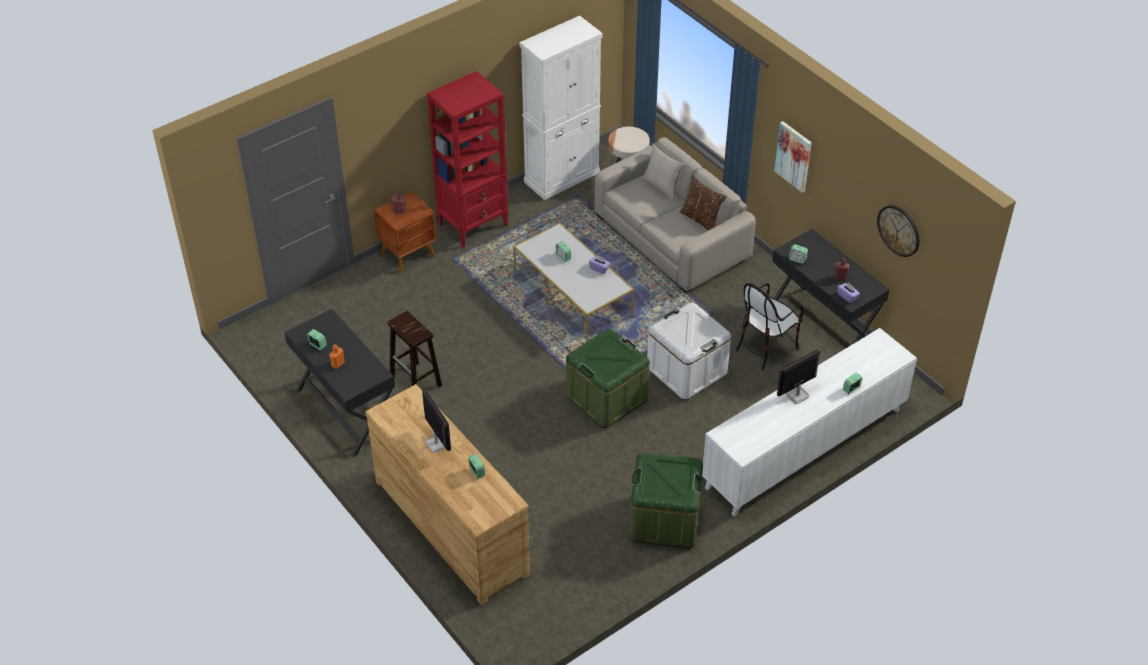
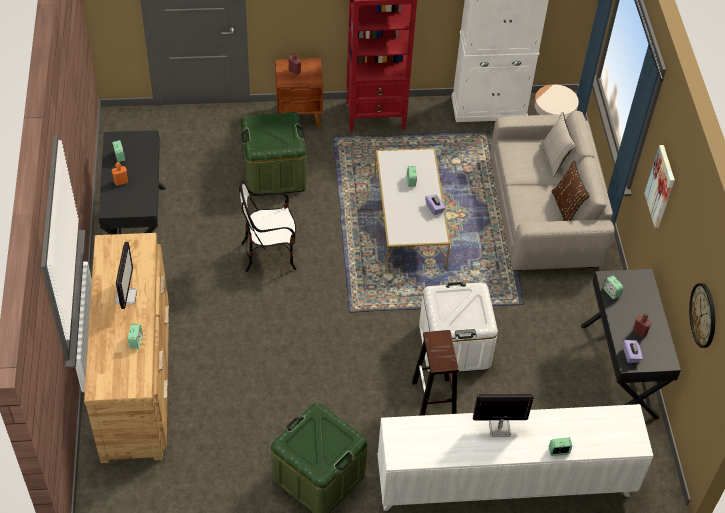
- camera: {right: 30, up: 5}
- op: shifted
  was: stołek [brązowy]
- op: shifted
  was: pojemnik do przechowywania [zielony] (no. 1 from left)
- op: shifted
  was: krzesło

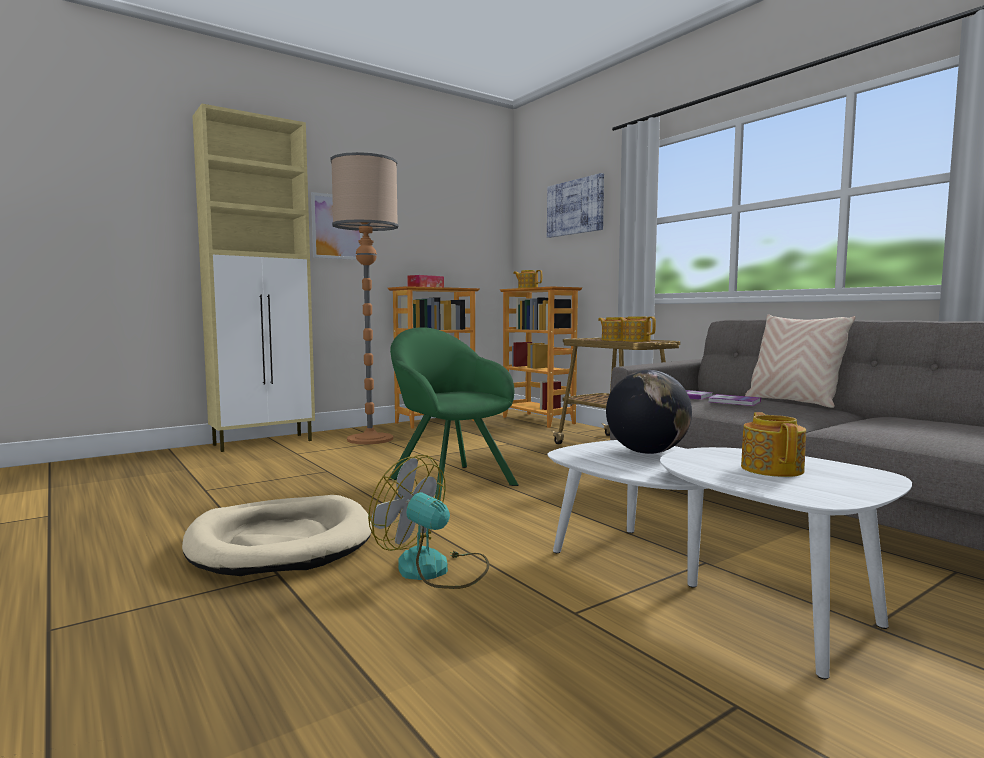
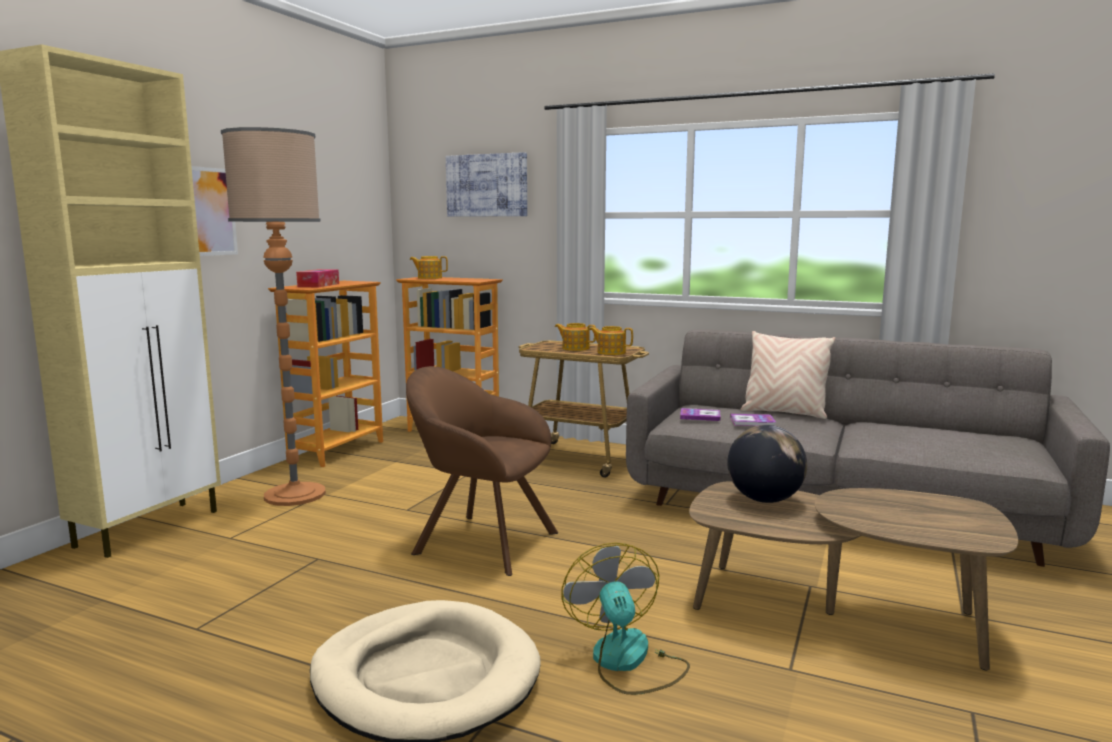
- camera: {right: -30, up: 5}
- op: rotated
  was: wentylator
  clockwise: 75
- op: repainted
  was: fotel [zielony]
  now: fotel [brązowy]
- op: repainted
  was: ława [biały]
  now: ława [brązowy]
- op: gone
  was: imbryk (no. 4 from left)

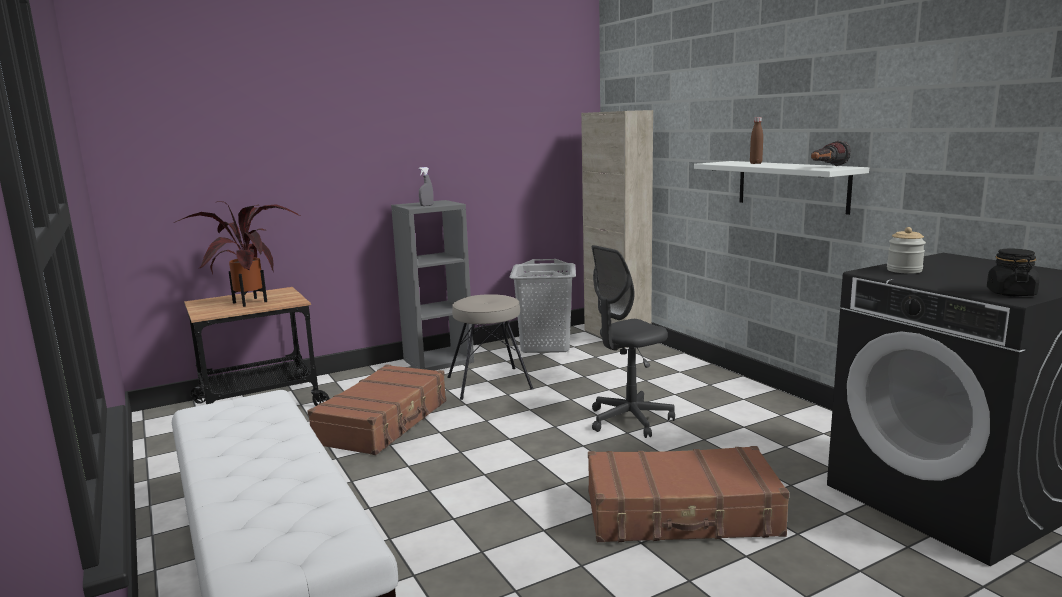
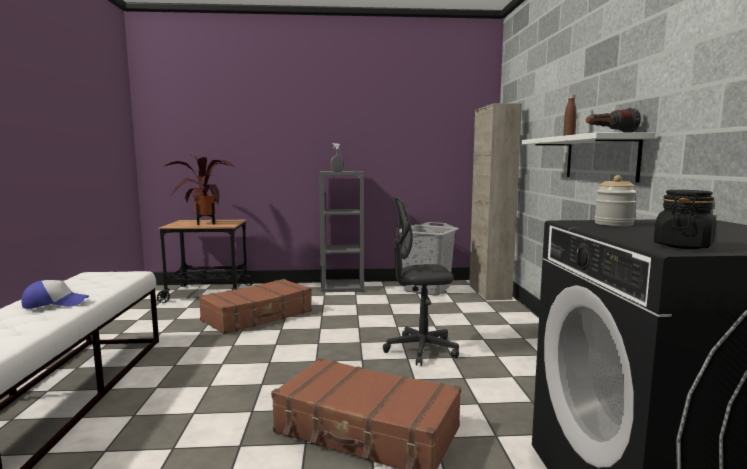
- camera: {right: 25, up: -5}
- op: gone
  was: stołek [beżowy]
- op: new
  now: czapka z daszkiem

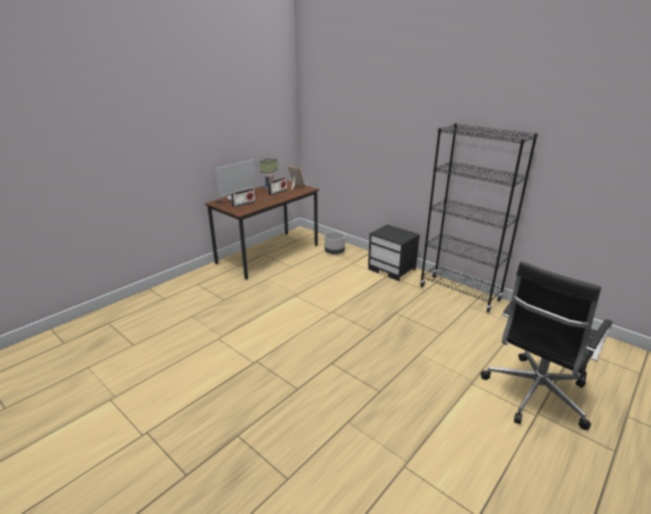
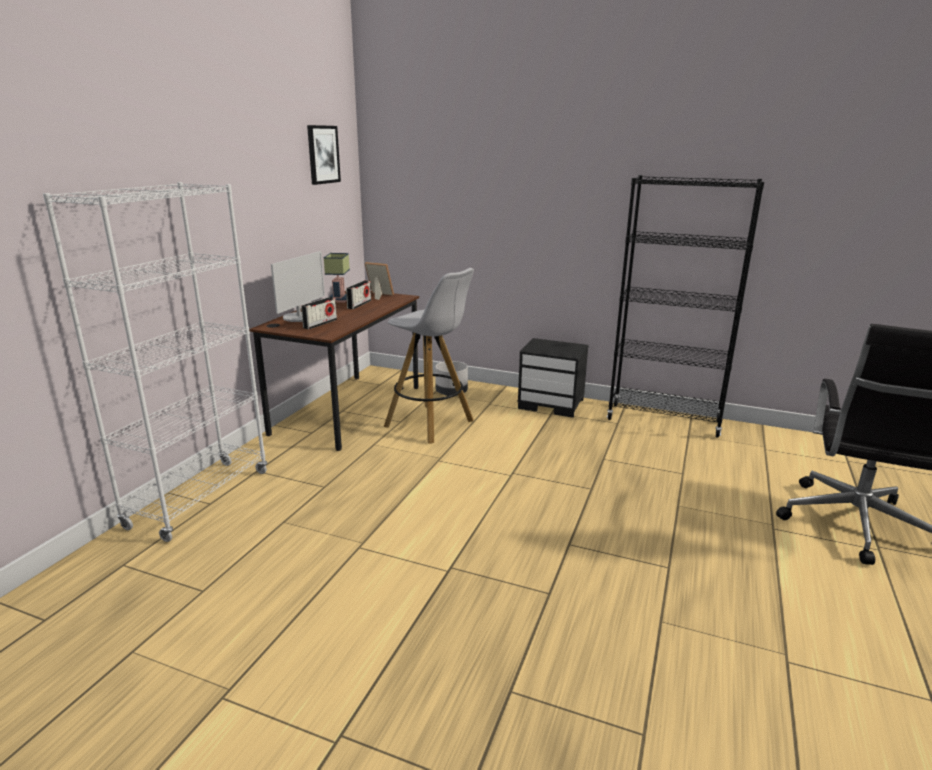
- camera: {right: -20, up: -5}
- op: new
  now: regał [biały]
- op: new
  now: obraz
- op: new
  now: stołek [biały]

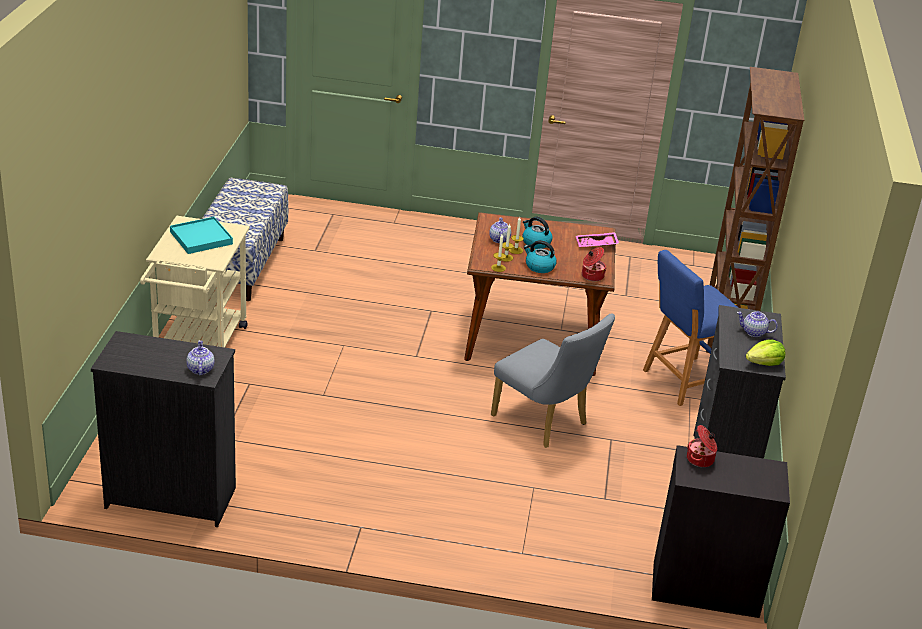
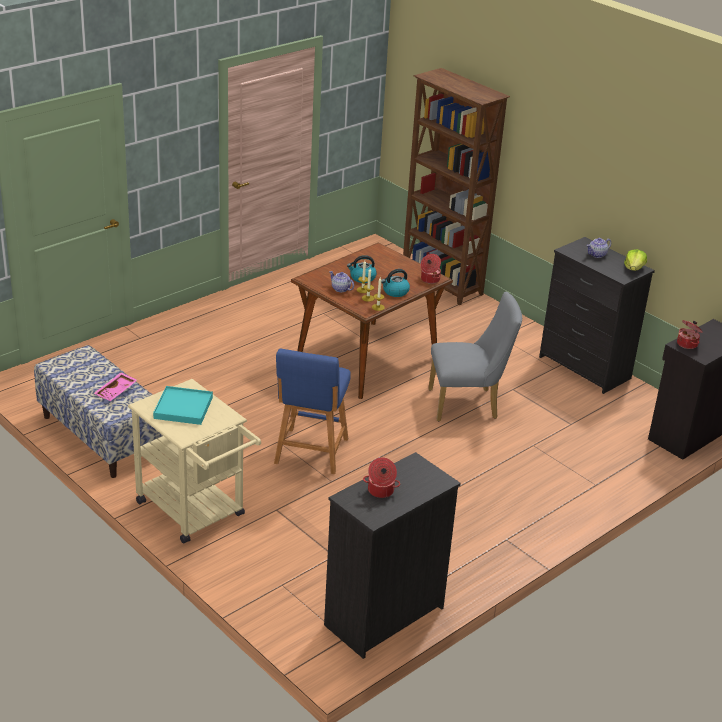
- camera: {right: -50, up: 0}
- op: gone
  was: imbryk (no. 1 from left)
- op: shifted
  was: taca [różowy]
- op: shifted
  was: stołek [niebieski]
- op: new
  now: garnek (no. 1 from left)

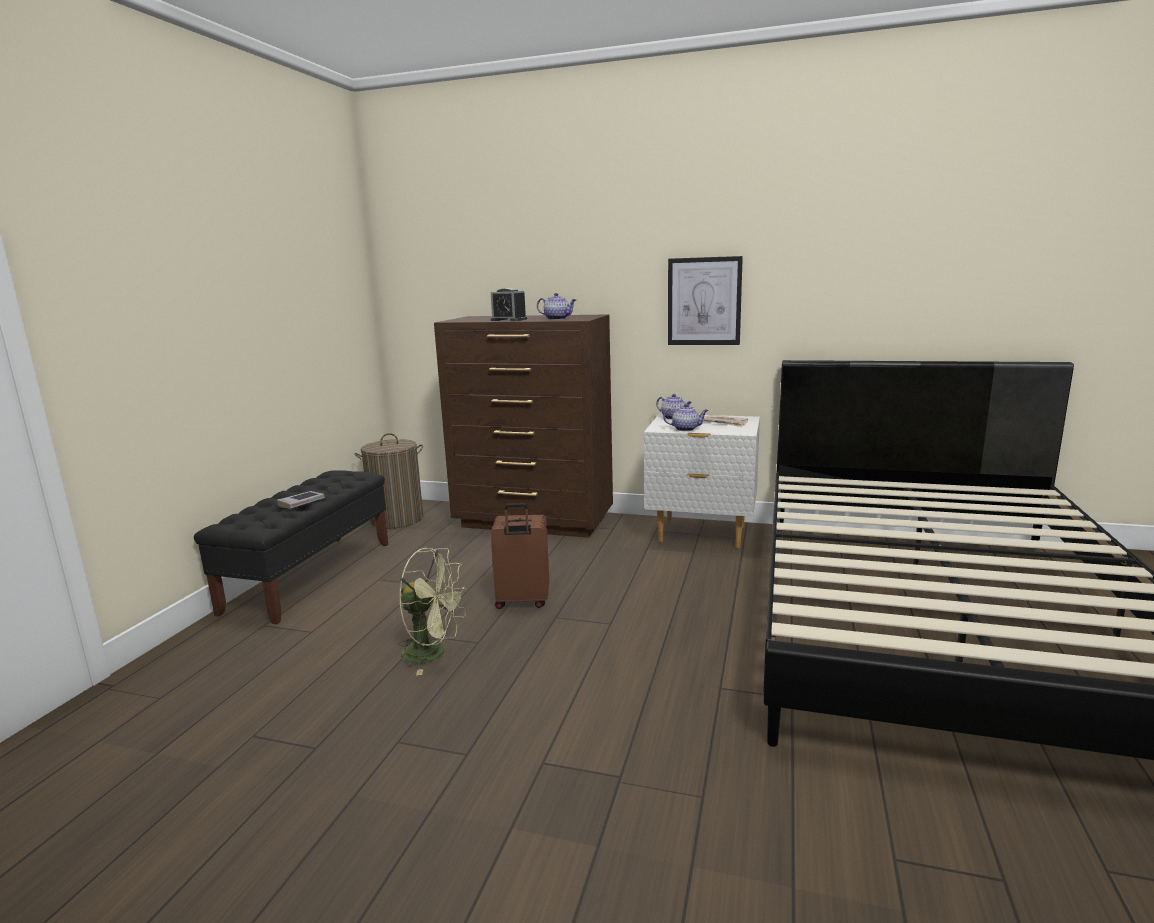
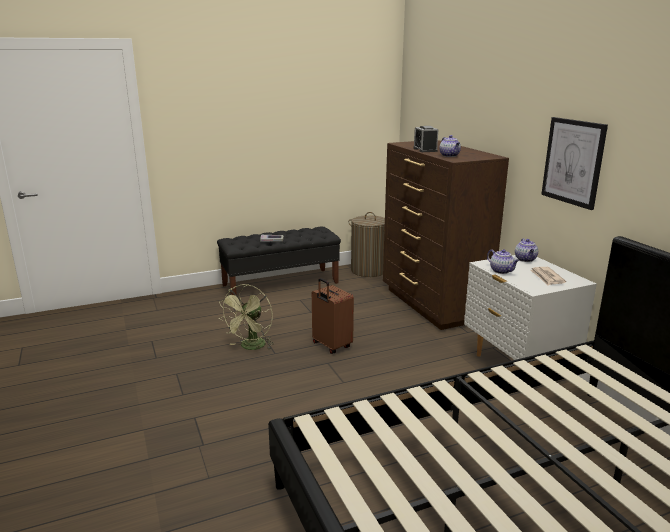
- camera: {right: 50, up: 5}
- op: rotated
  was: wentylator [zielony]
  clockwise: 45

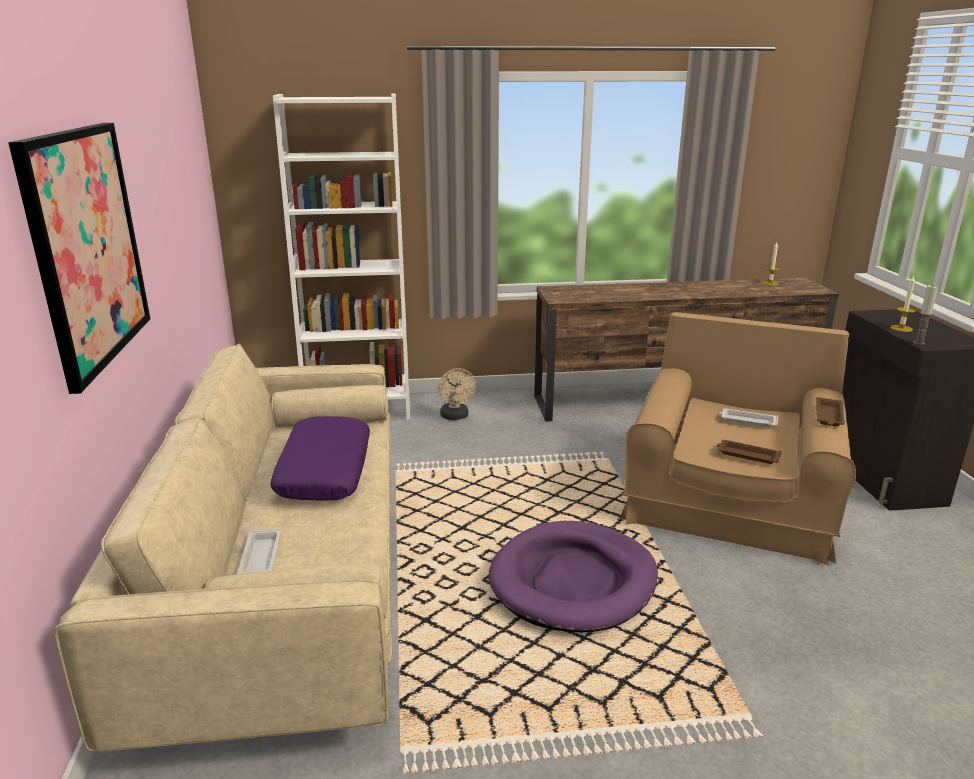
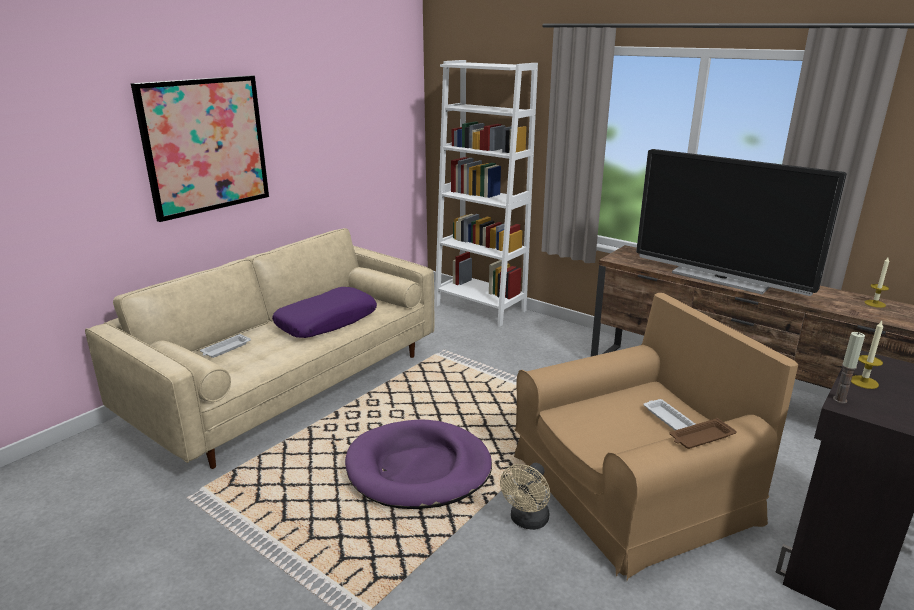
- camera: {right: 45, up: 0}
- op: shifted
  was: wentylator [beżowy]
- op: gone
  was: taca [brązowy] (no. 1 from left)
- op: new
  now: telewizor

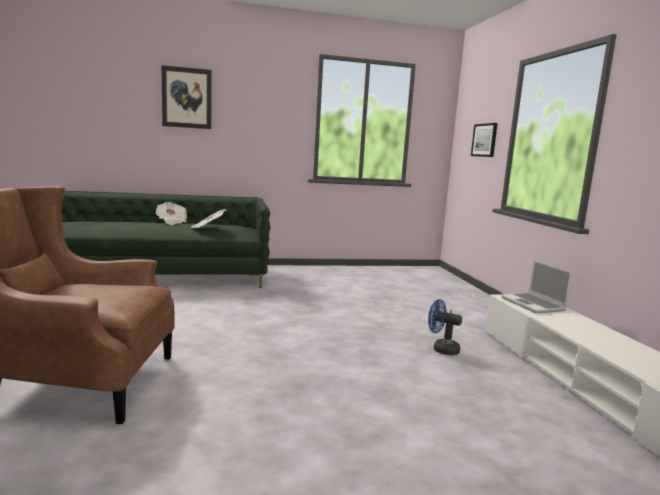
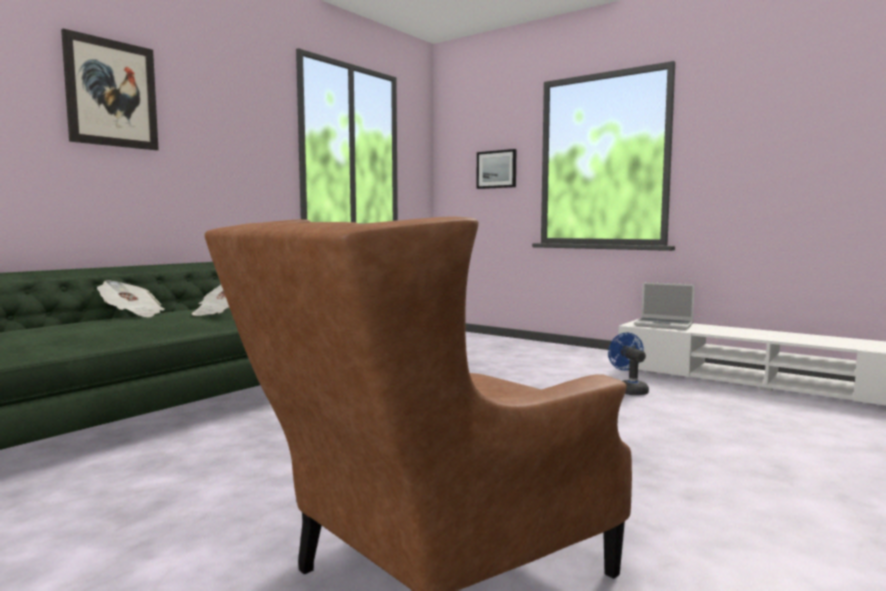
- camera: {right: -40, up: -5}
- op: rotated
  was: wentylator [niebieski]
  clockwise: 90

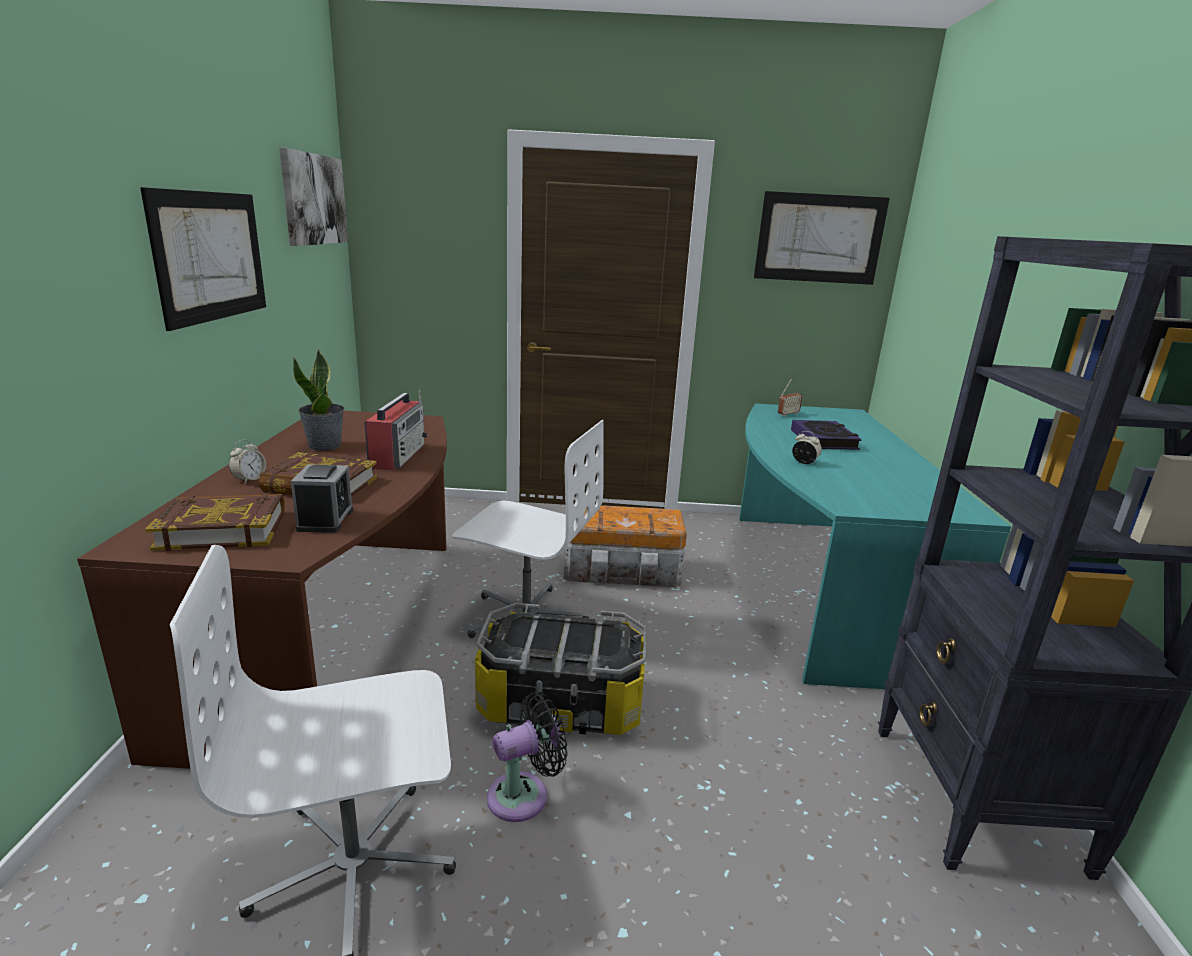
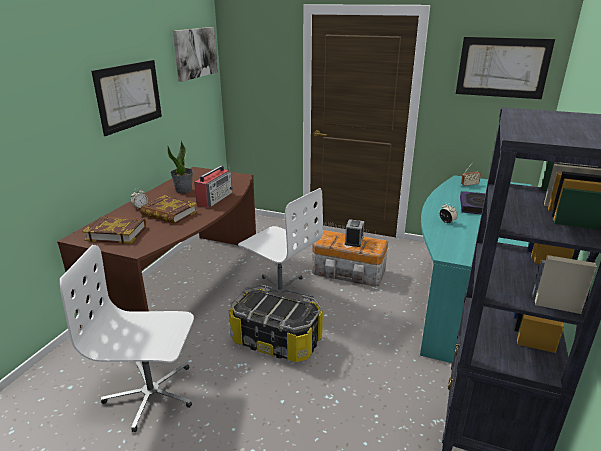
- camera: {right: 20, up: 5}
- op: shifted
  was: budzik (no. 2 from left)
- op: gone
  was: wentylator [czarny]

